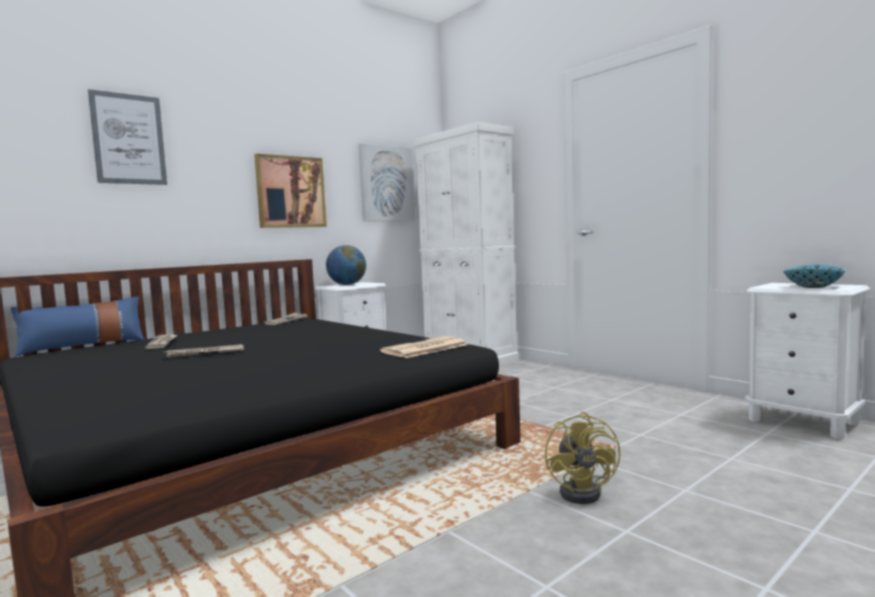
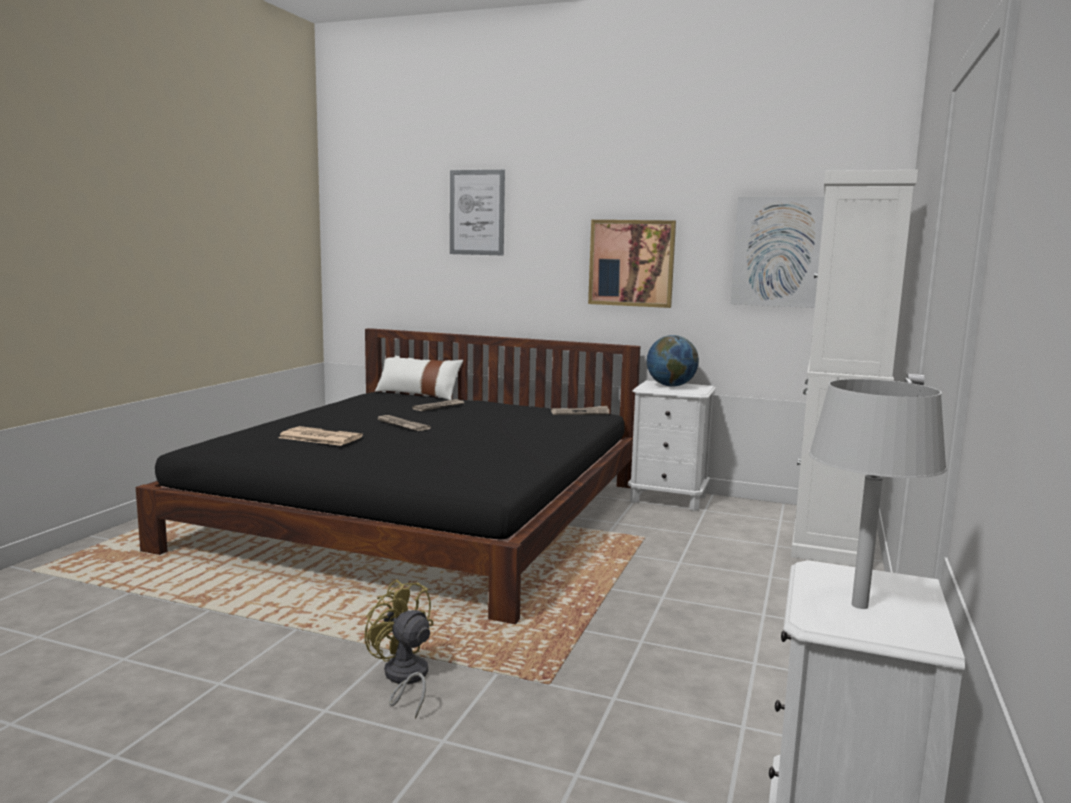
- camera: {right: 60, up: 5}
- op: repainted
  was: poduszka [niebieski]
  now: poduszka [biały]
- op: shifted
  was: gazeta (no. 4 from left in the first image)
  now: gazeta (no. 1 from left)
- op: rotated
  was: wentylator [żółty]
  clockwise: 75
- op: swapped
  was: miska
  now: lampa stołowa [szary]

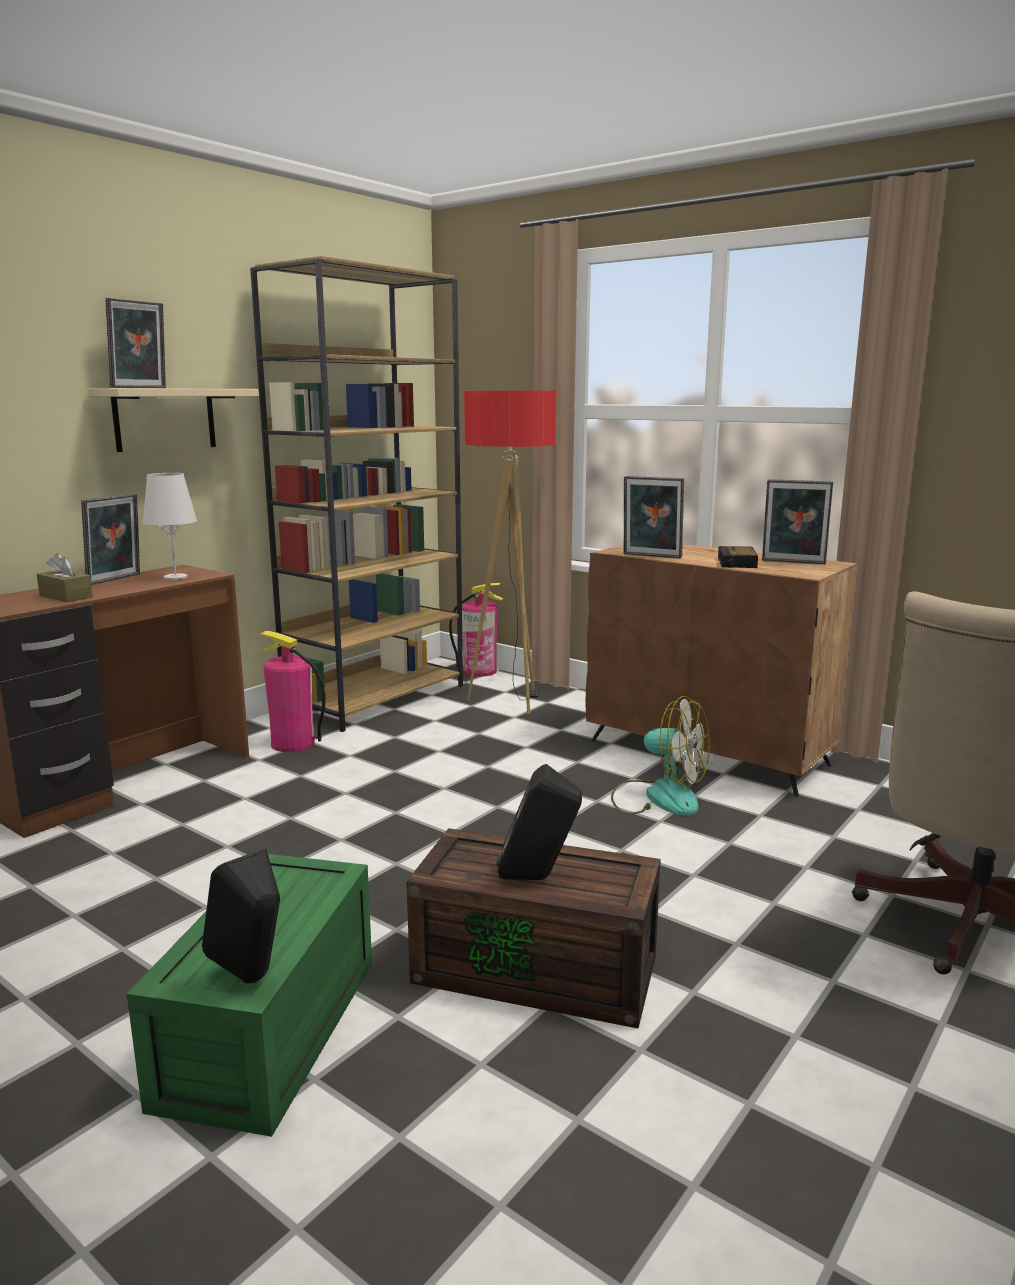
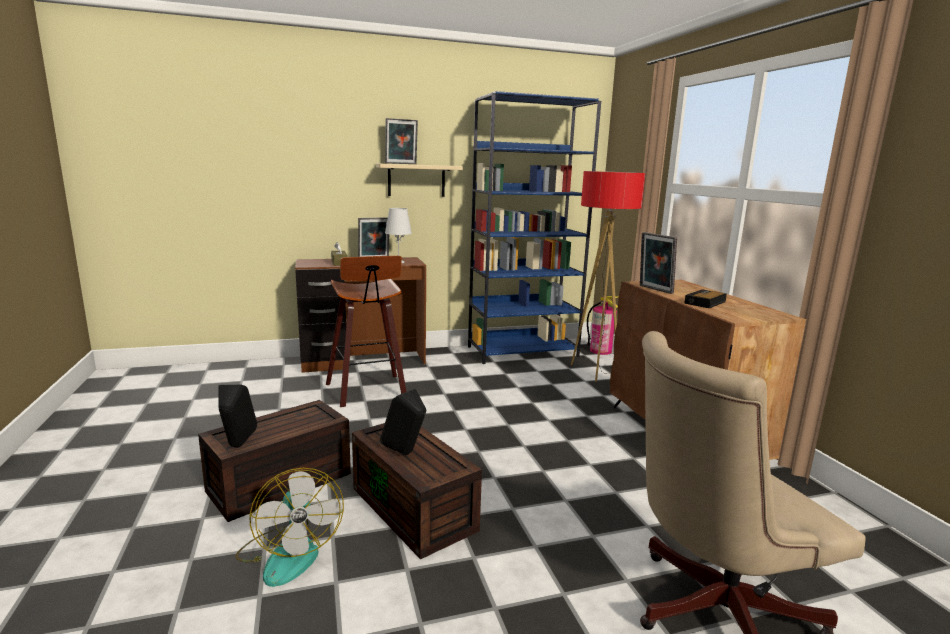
- camera: {right: 35, up: 0}
- op: repainted
  was: pojemnik do przechowywania [zielony]
  now: pojemnik do przechowywania [brązowy] (no. 1 from left)
- op: repainted
  was: regał [brązowy]
  now: regał [niebieski]
- op: gone
  was: gaśnica (no. 1 from left)
- op: shifted
  was: wentylator
- op: gone
  was: ramka na zdjęcie (no. 4 from left)
- op: new
  now: stołek

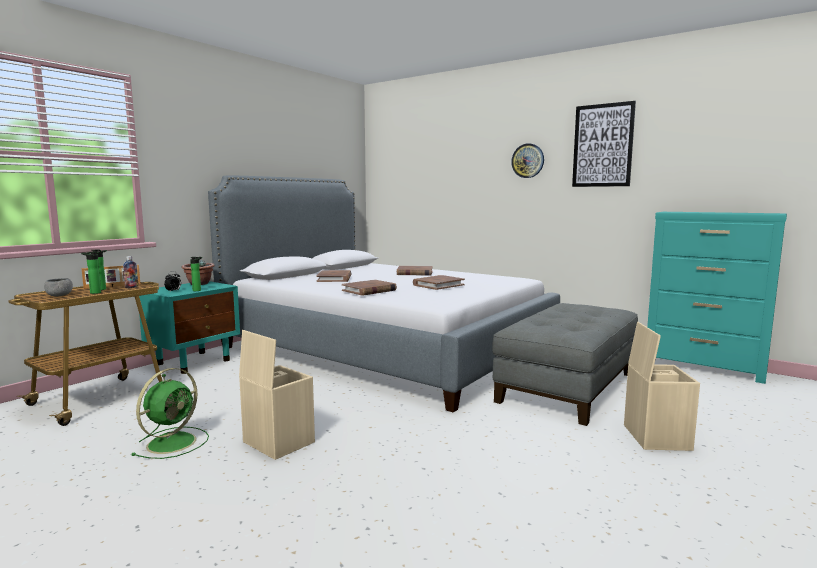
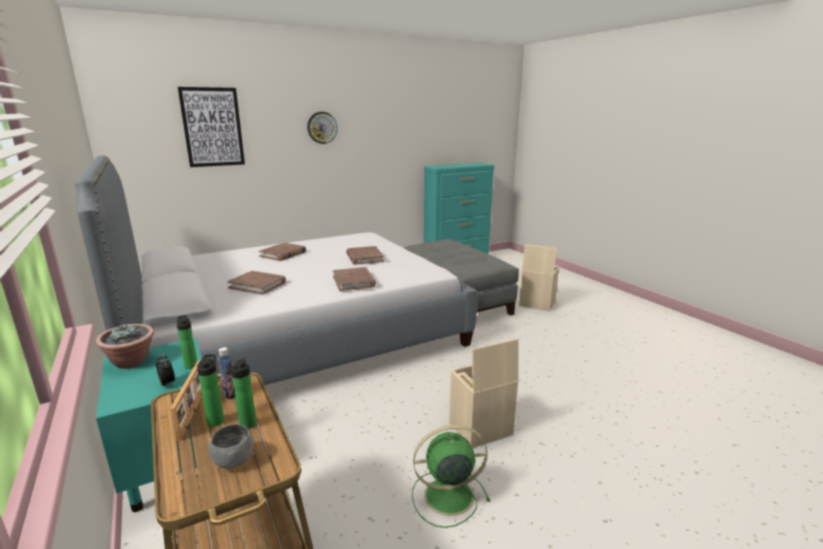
- camera: {right: -65, up: 10}
- op: rotated
  was: wentylator [zielony]
  clockwise: -60
- op: shifted
  was: obraz

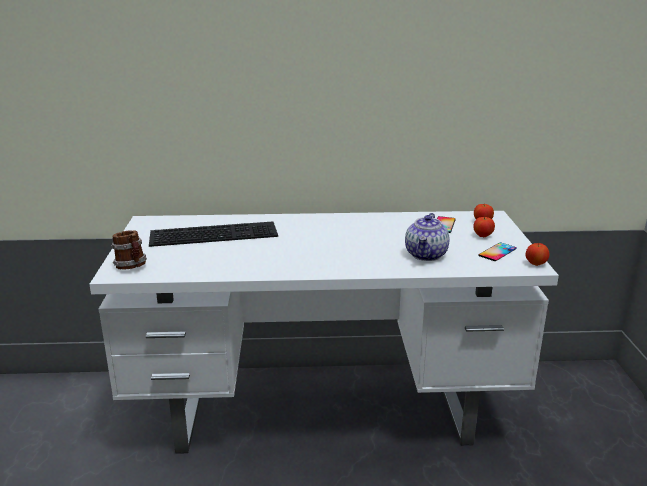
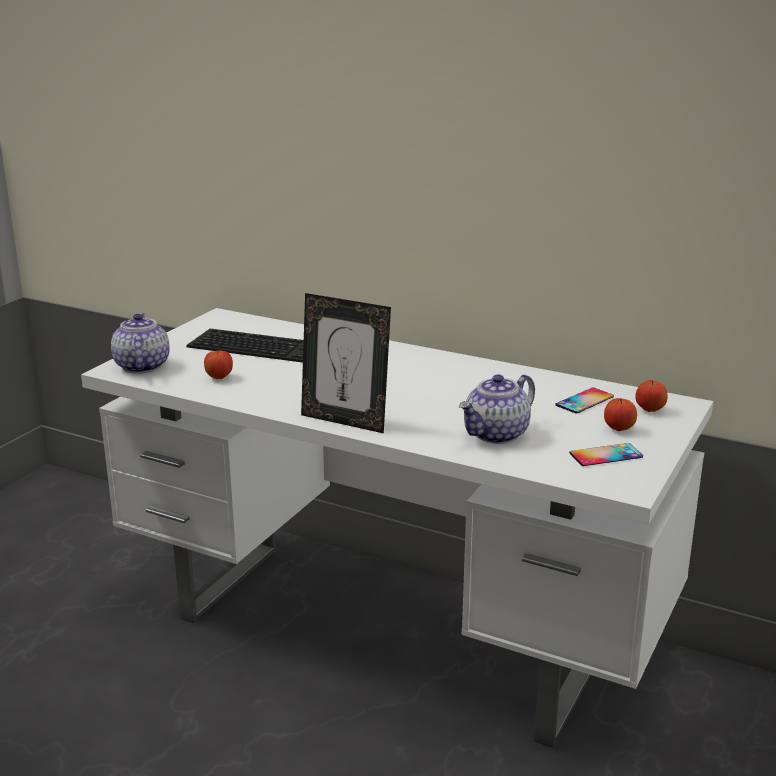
- camera: {right: 30, up: 0}
- op: swapped
  was: kubek
  now: imbryk (no. 1 from left)
- op: shifted
  was: jabłko (no. 3 from left in the first image)
  now: jabłko (no. 1 from left)
- op: new
  now: ramka na zdjęcie

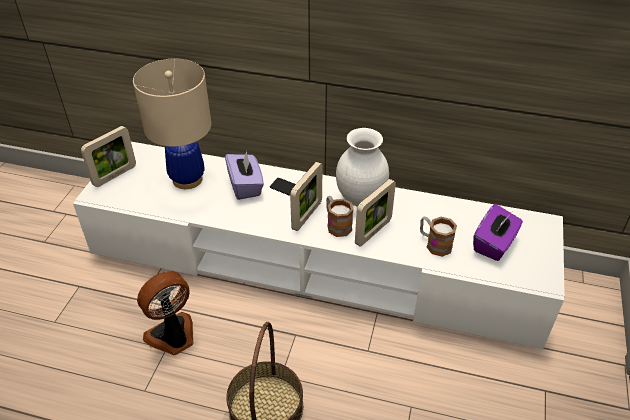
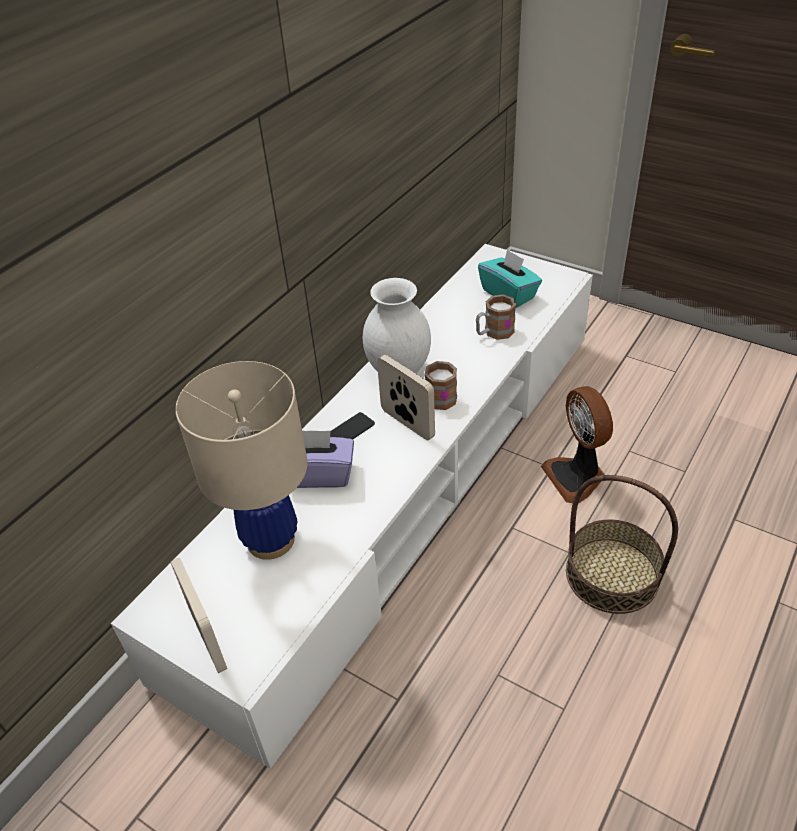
- camera: {right: -70, up: 0}
- op: shifted
  was: wentylator
- op: gone
  was: ramka na zdjęcie (no. 3 from left)
- op: repainted
  was: pudełko chusteczek [fioletowy] (no. 2 from left)
  now: pudełko chusteczek [turkusowy]

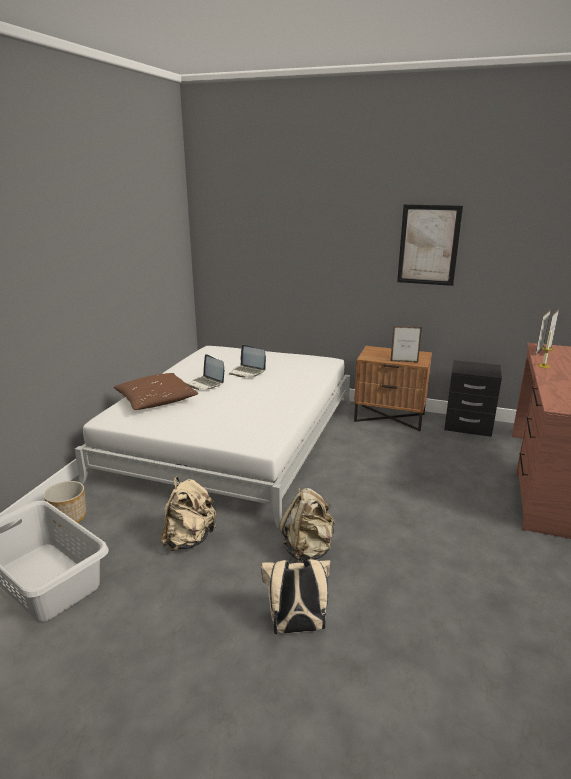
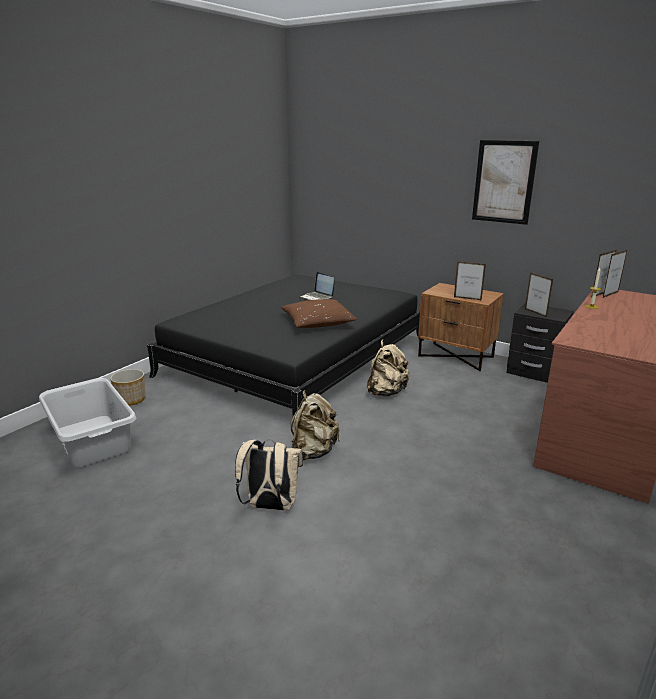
- camera: {right: 15, up: 0}
- op: repainted
  was: łóżko [biały]
  now: łóżko [czarny]
- op: shifted
  was: poduszka [brązowy]
- op: shifted
  was: plecak [beżowy] (no. 1 from left in the first image)
  now: plecak [beżowy] (no. 3 from left)
- op: gone
  was: laptop (no. 1 from left)
- op: new
  now: ramka na zdjęcie (no. 2 from left)

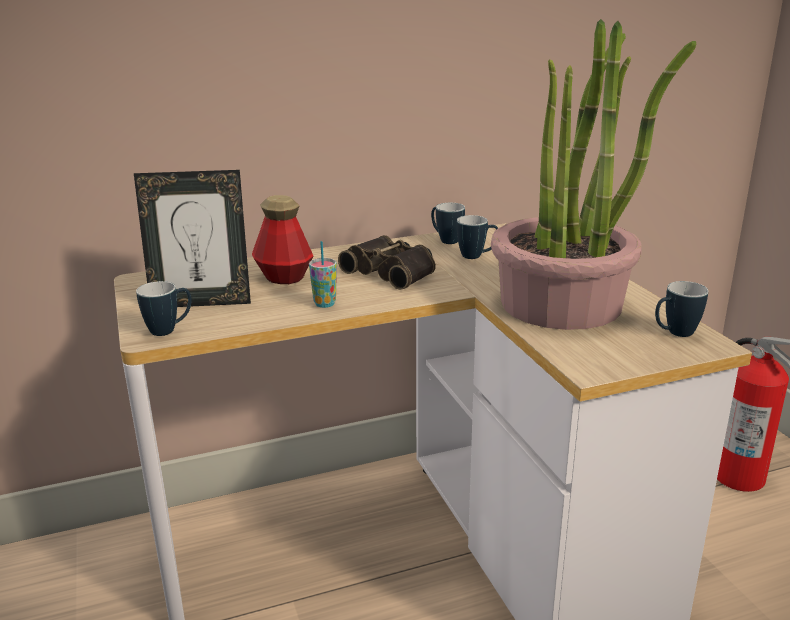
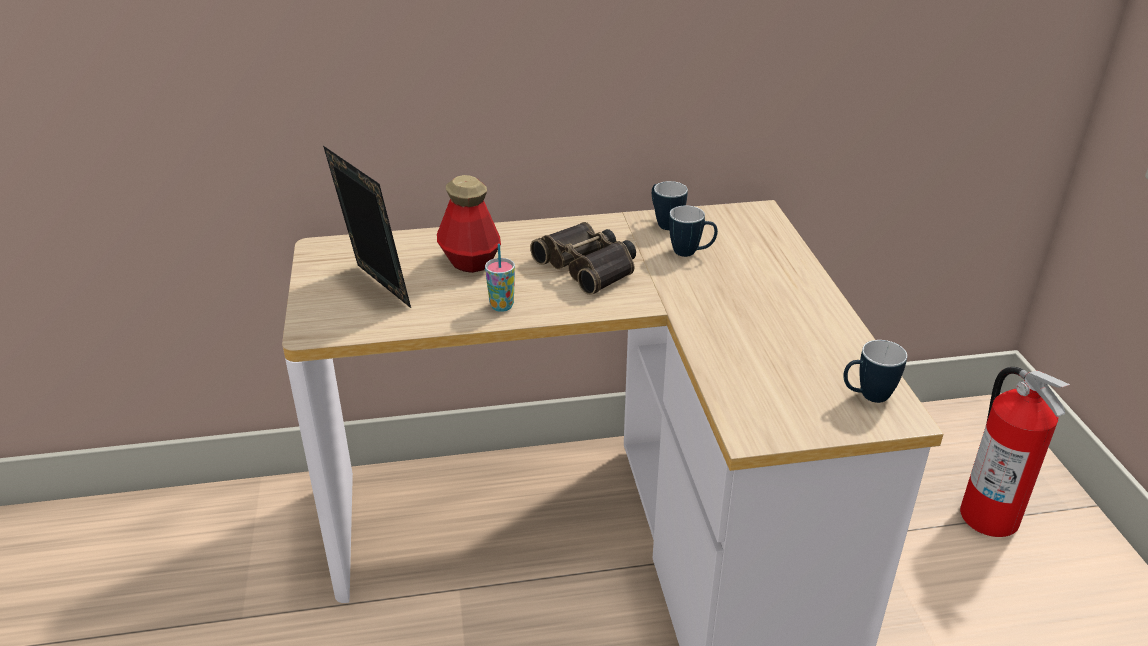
- camera: {right: 10, up: 10}
- op: rotated
  was: ramka na zdjęcie
  clockwise: -135
- op: gone
  was: kubek (no. 1 from left)
- op: gone
  was: roślina doniczkowa

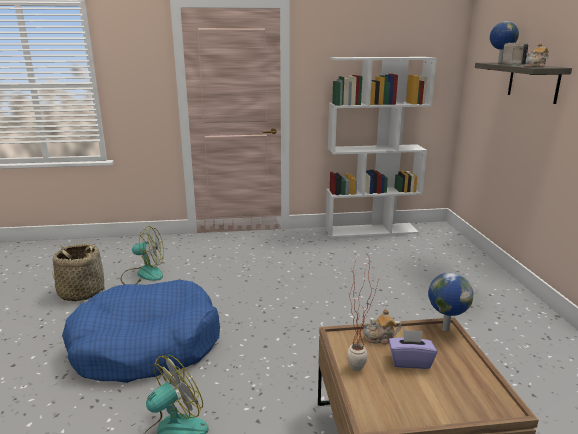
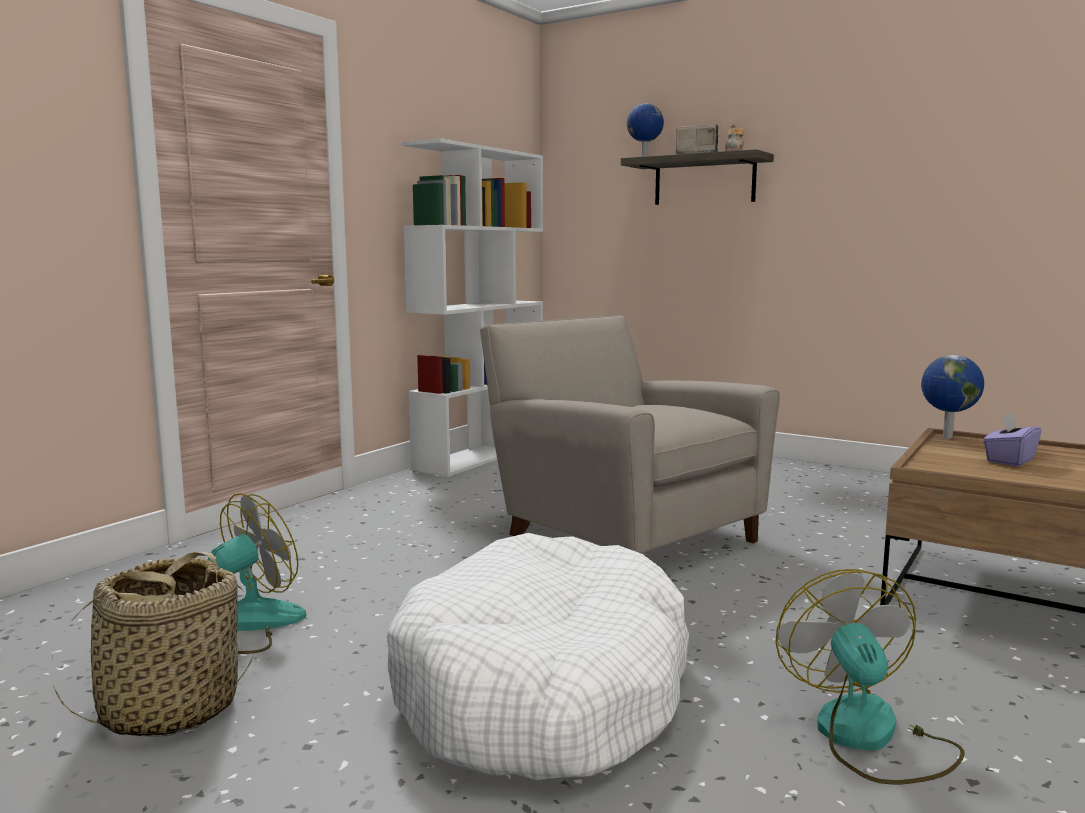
- camera: {right: -50, up: -10}
- op: repainted
  was: legowisko [niebieski]
  now: legowisko [biały]
- op: gone
  was: roślina doniczkowa
- op: gone
  was: imbryk (no. 1 from left)
- op: new
  now: fotel [beżowy]

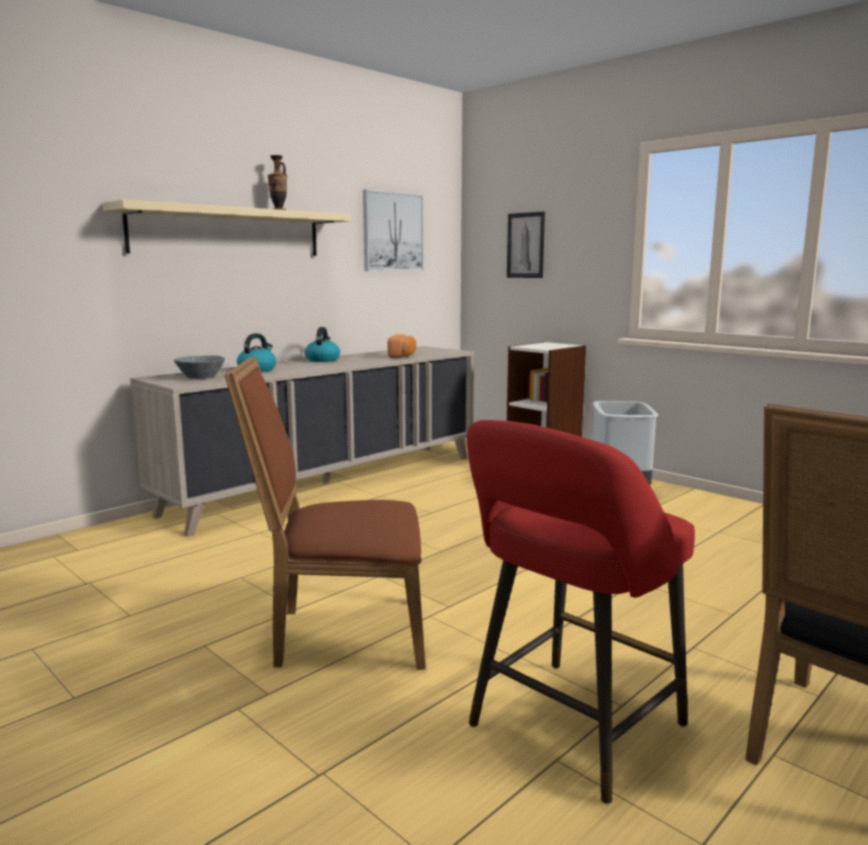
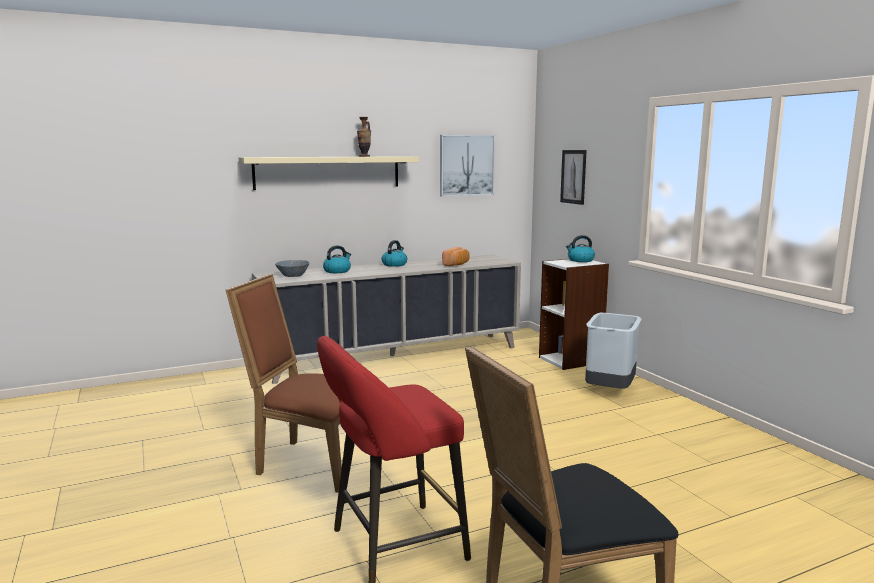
- camera: {right: 20, up: 0}
- op: new
  now: czajnik (no. 3 from left)

